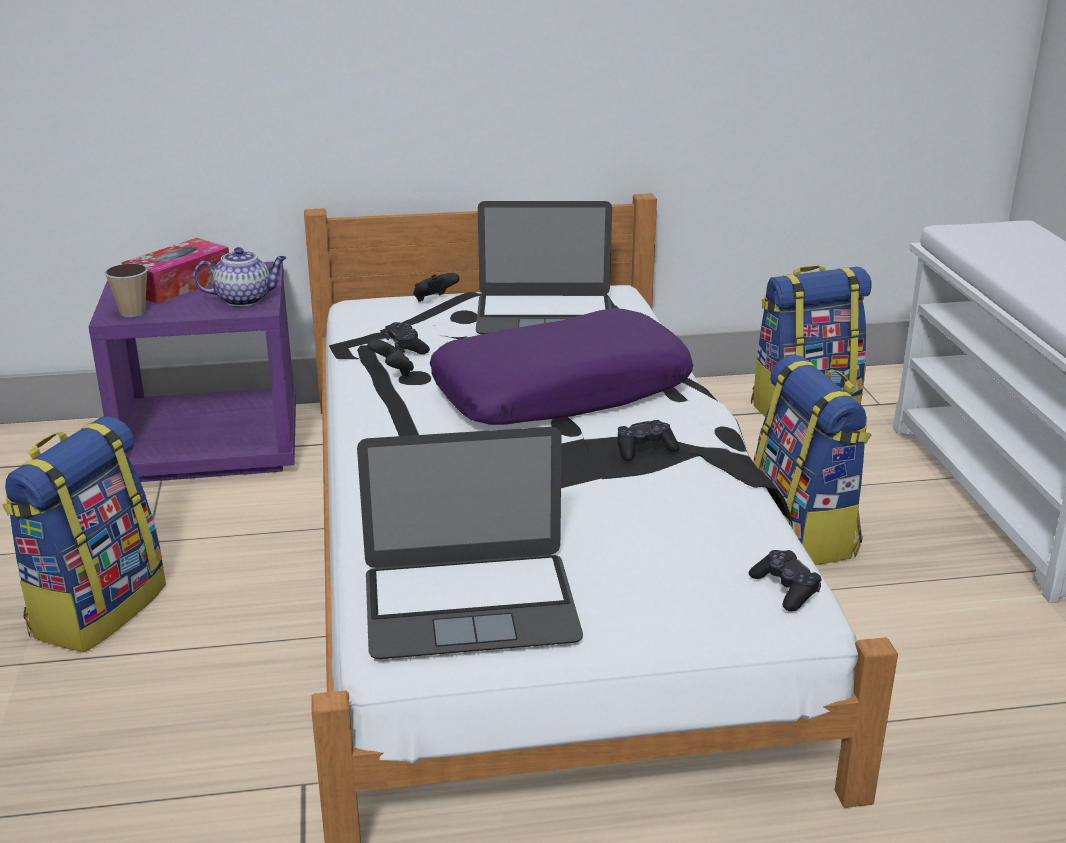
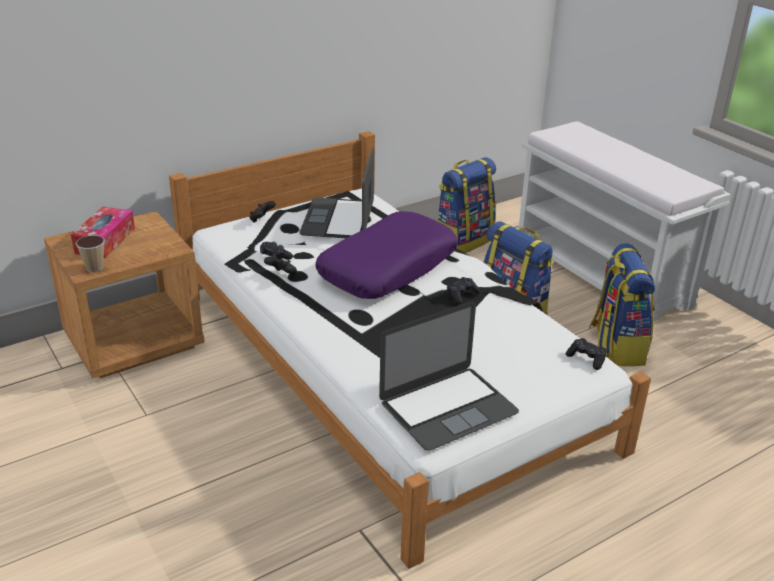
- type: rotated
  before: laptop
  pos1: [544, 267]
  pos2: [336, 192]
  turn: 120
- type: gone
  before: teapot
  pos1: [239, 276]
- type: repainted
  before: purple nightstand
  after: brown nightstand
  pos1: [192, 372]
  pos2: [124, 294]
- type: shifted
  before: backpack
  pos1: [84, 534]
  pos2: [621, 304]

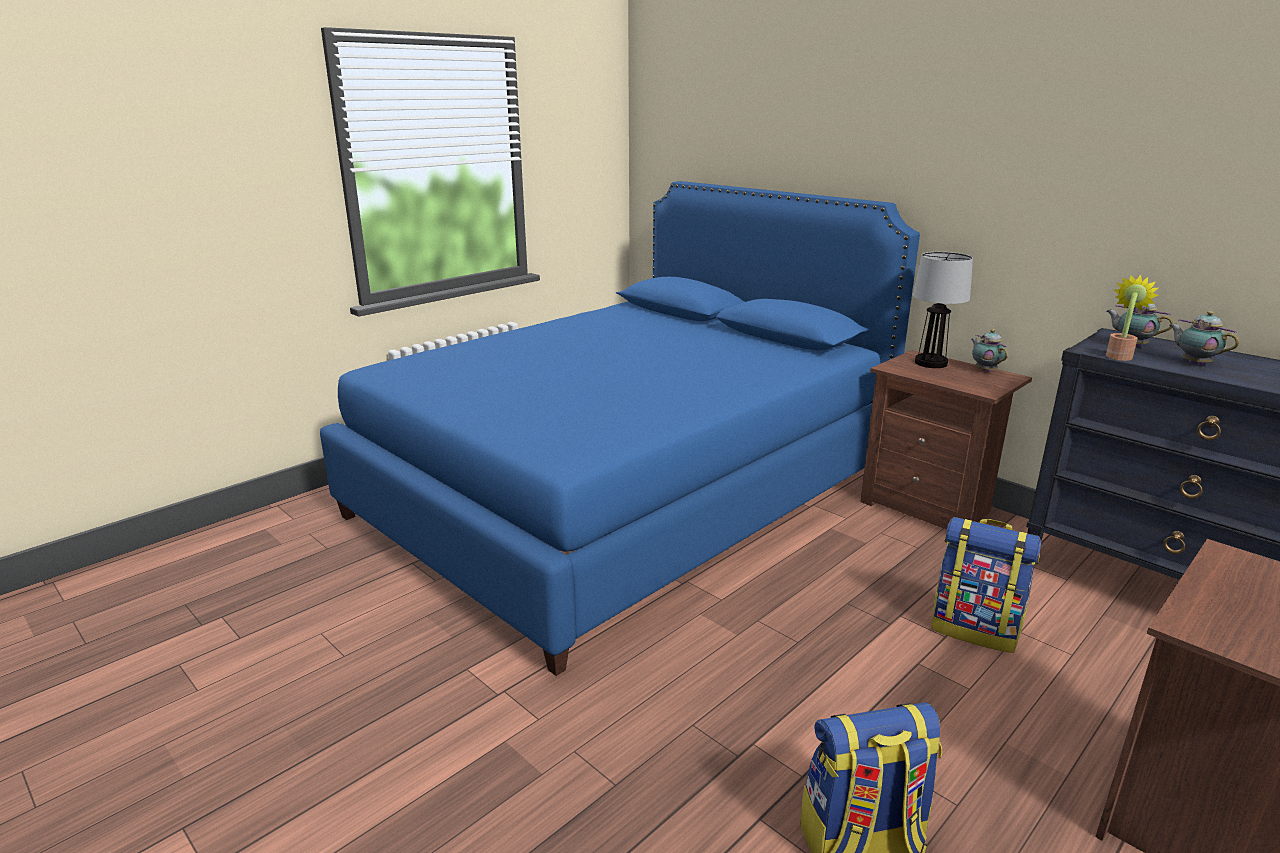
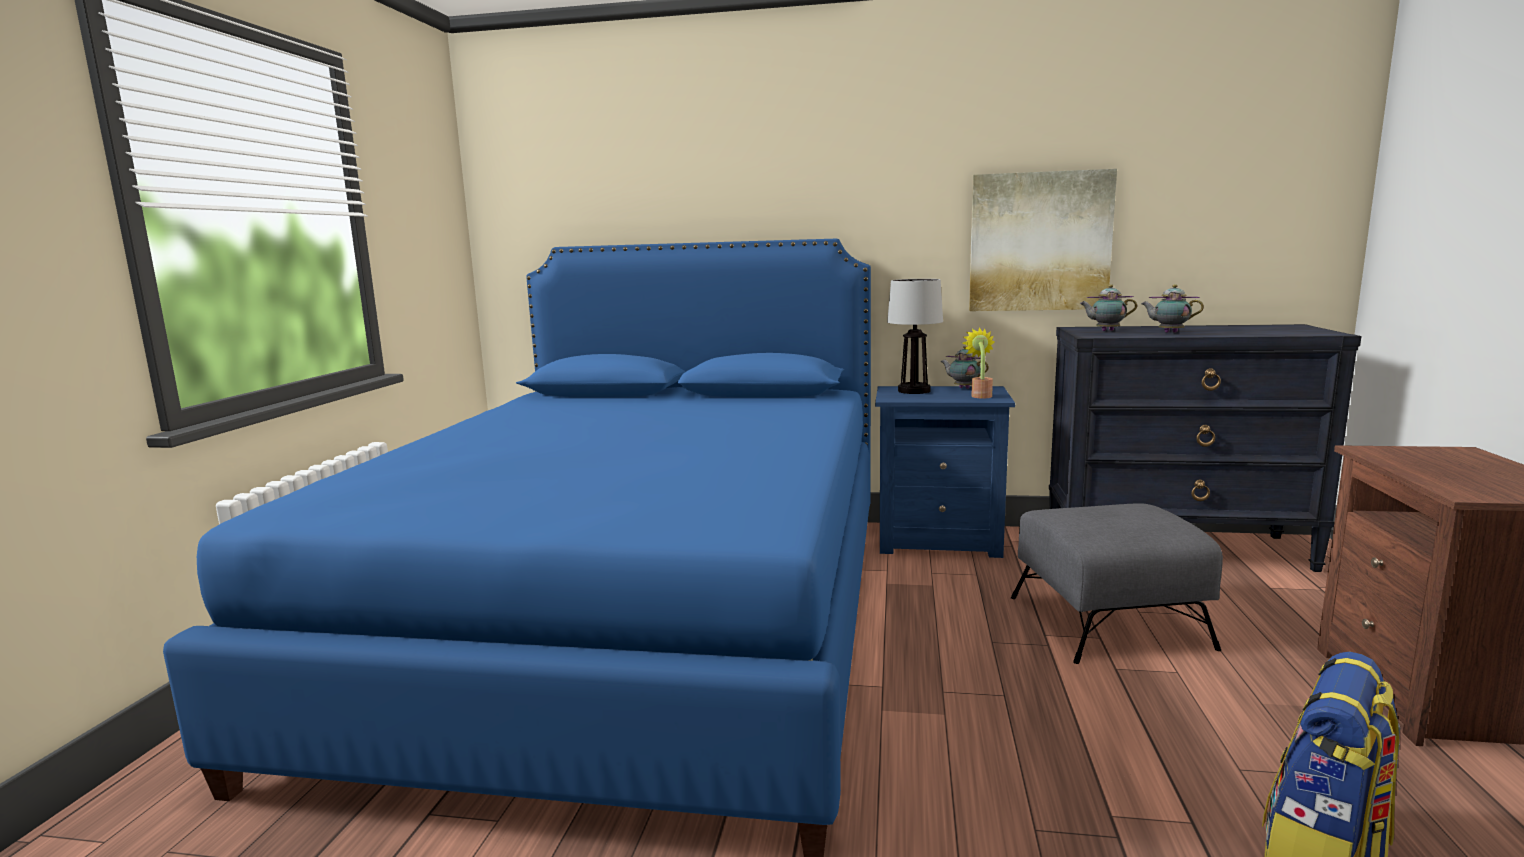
- type: shifted
  before: potted plant
  pos1: [1132, 318]
  pos2: [979, 362]
- type: repainted
  before: brown nightstand
  after: blue nightstand
  pos1: [946, 439]
  pos2: [945, 472]
- type: swapped
  before: backpack
  after: grey ottoman
  pos1: [986, 585]
  pos2: [1117, 583]
- type: new
  after: picture
  pos2: [1043, 240]

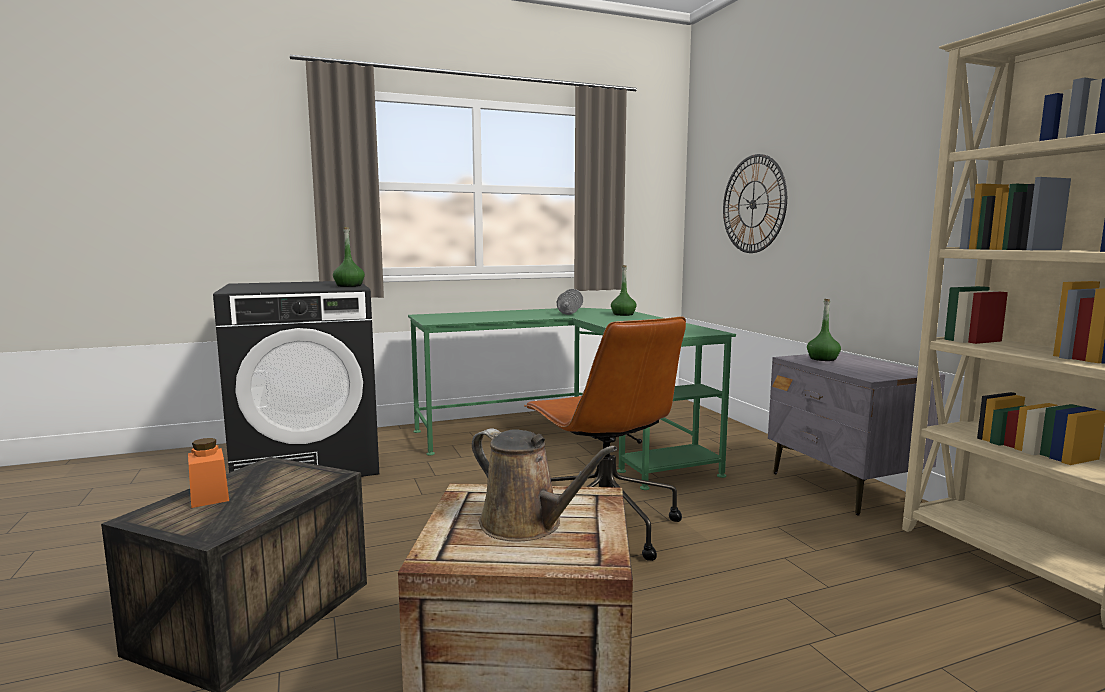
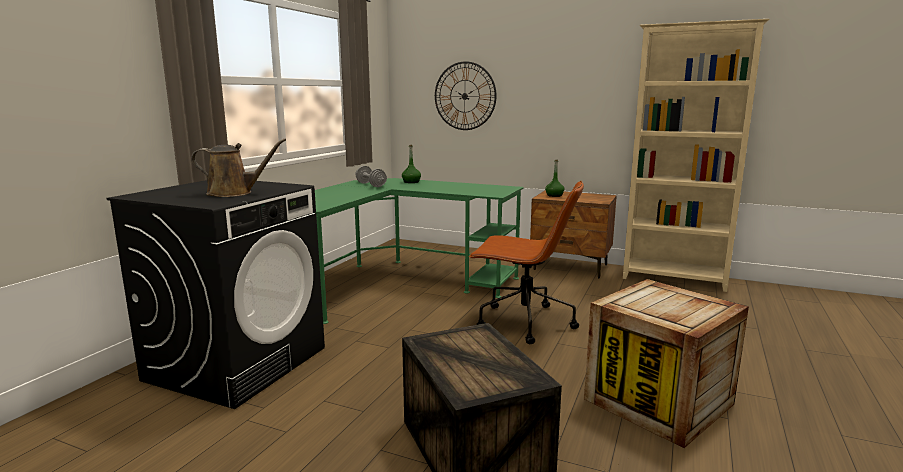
- type: gone
  before: green bottle
  pos1: [349, 257]
- type: repainted
  before: grey nightstand
  after: brown nightstand
  pos1: [856, 434]
  pos2: [573, 234]
- type: shifted
  before: brown watering can
  pos1: [544, 485]
  pos2: [238, 167]
- type: gone
  before: orange jar
  pos1: [208, 473]

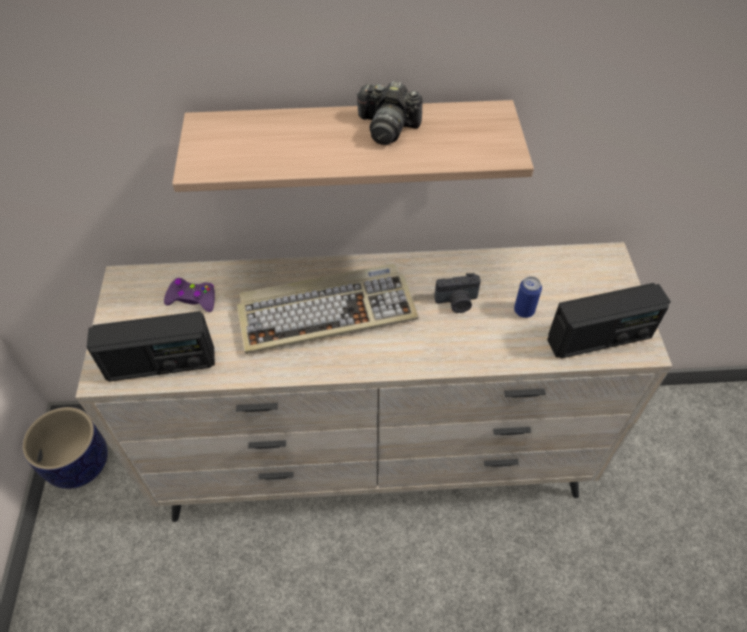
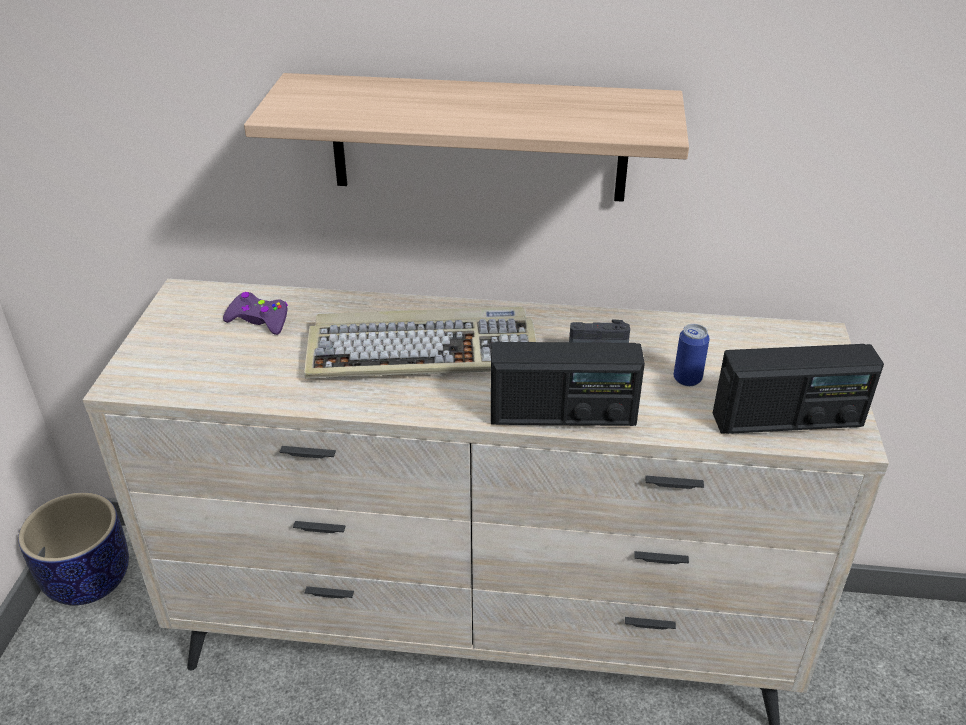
- type: gone
  before: photo camera
  pos1: [389, 113]
- type: shifted
  before: radio
  pos1: [151, 346]
  pos2: [568, 384]

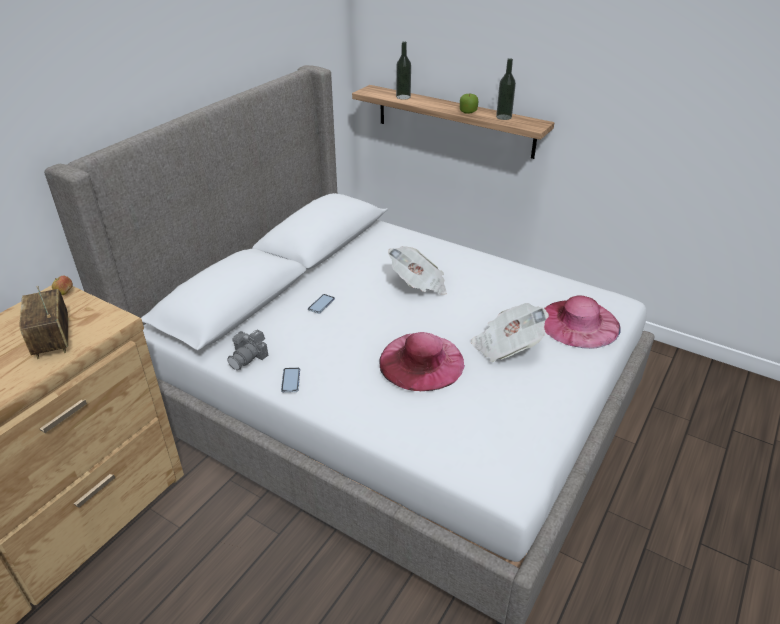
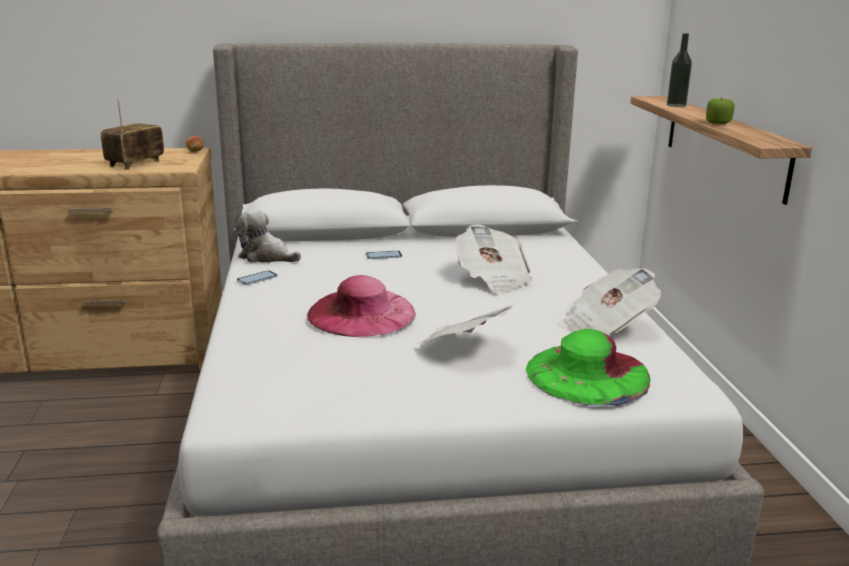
- type: gone
  before: bottle
  pos1: [506, 89]
- type: repainted
  before: pink hat
  after: green hat
  pos1: [582, 322]
  pos2: [587, 367]
- type: swapped
  before: photo camera
  after: plush toy
  pos1: [248, 350]
  pos2: [268, 236]
- type: new
  after: newspaper
  pos2: [610, 301]

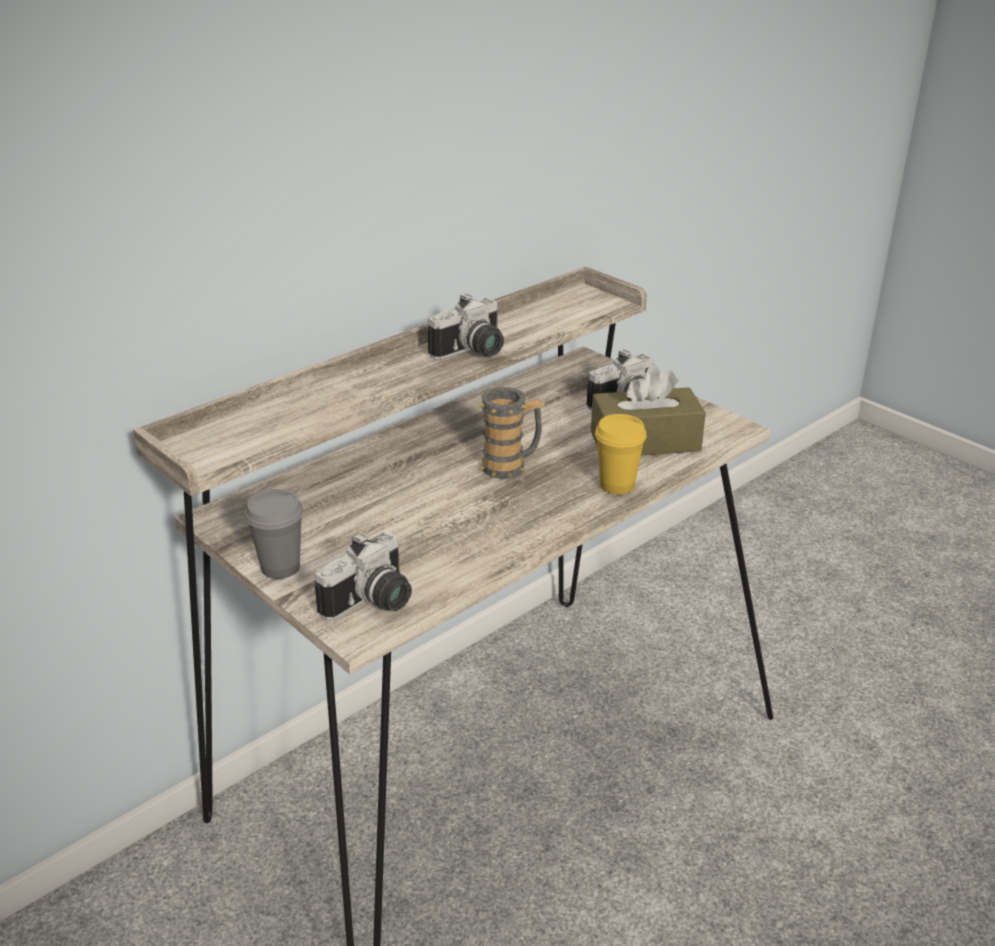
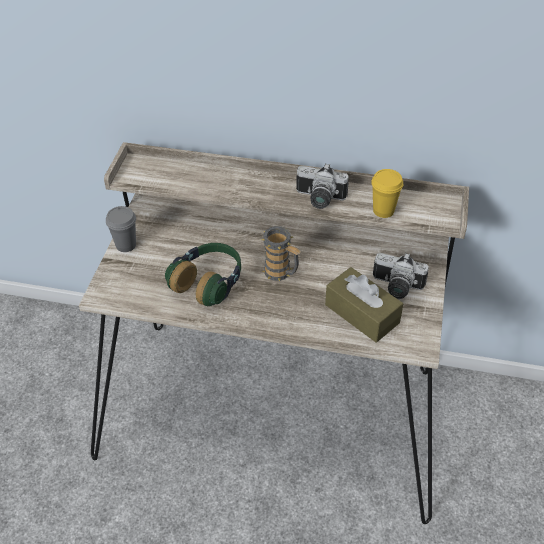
- type: shifted
  before: yellow cup
  pos1: [621, 454]
  pos2: [387, 193]
- type: gone
  before: photo camera
  pos1: [363, 576]
- type: new
  after: headphones
  pos2: [203, 274]

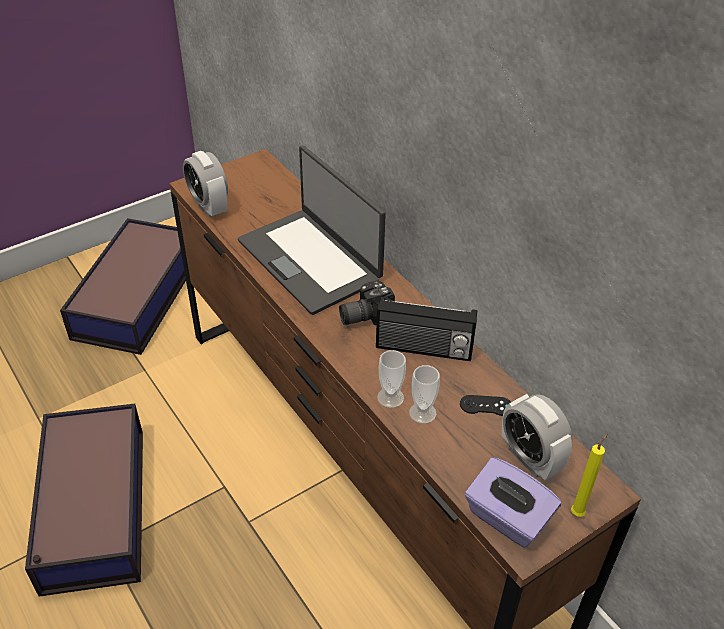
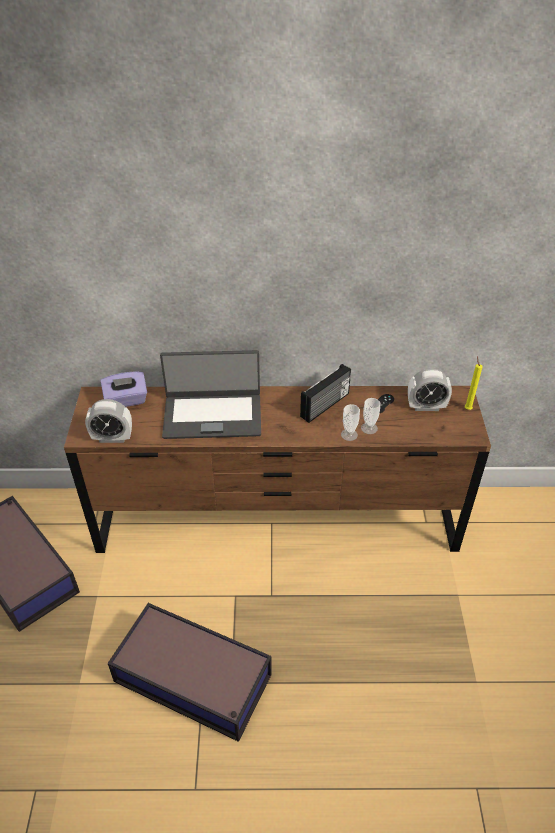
- type: gone
  before: photo camera
  pos1: [367, 302]
- type: shifted
  before: purple tissue box
  pos1: [513, 502]
  pos2: [123, 389]

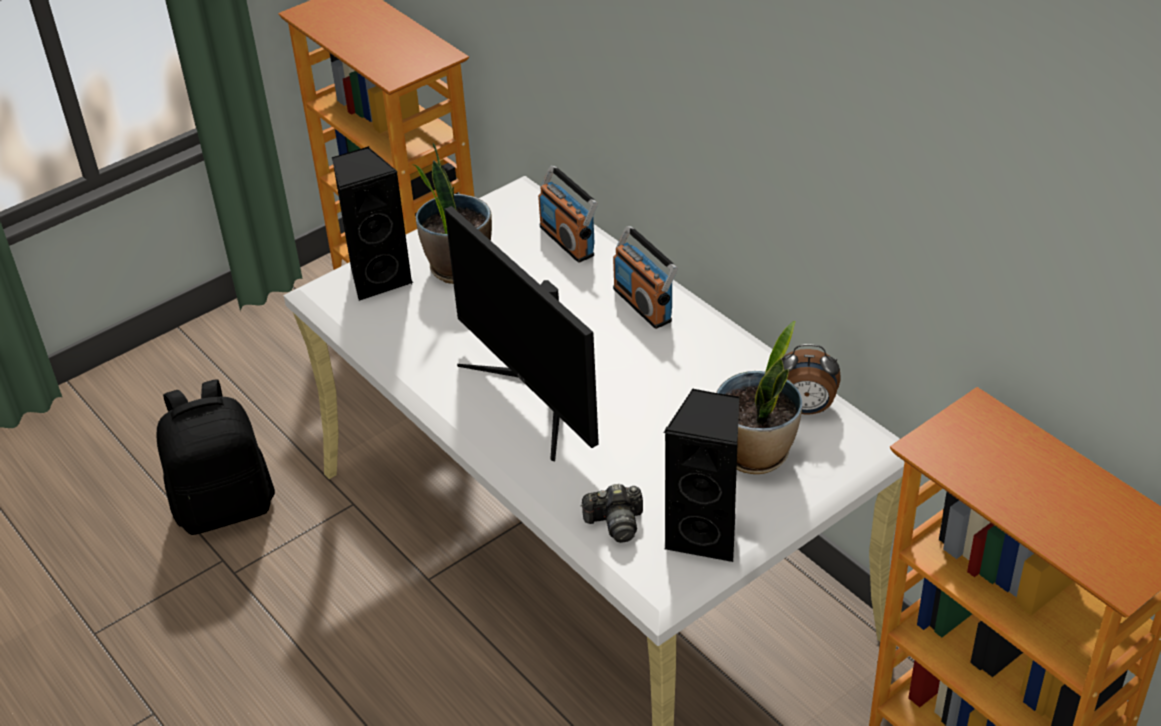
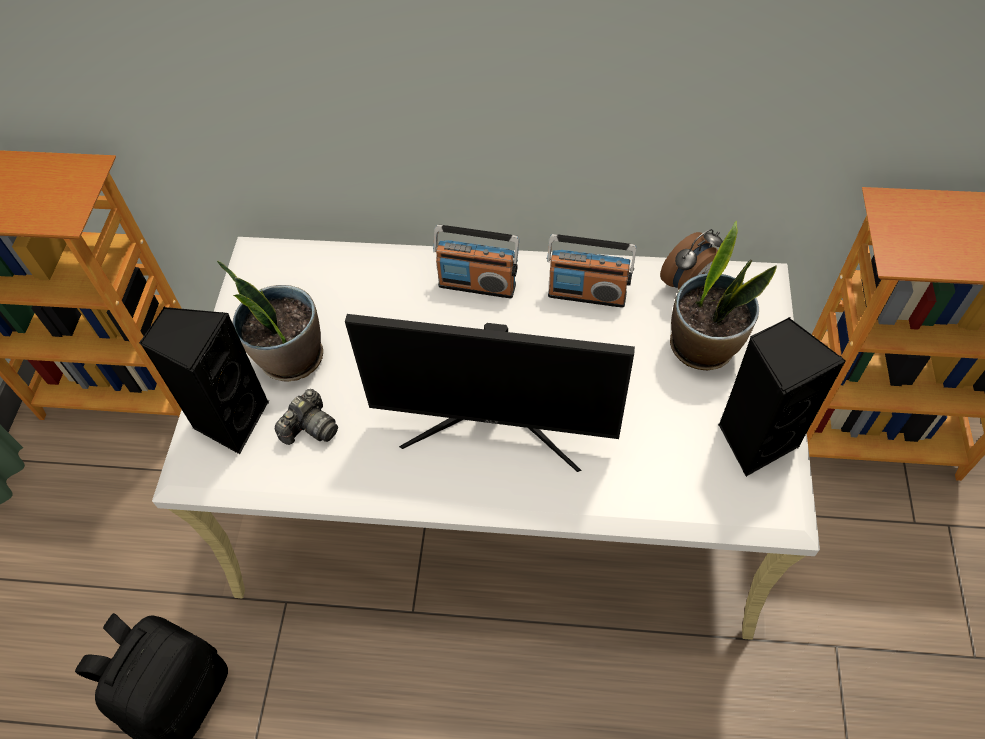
- type: shifted
  before: radio
  pos1: [568, 214]
  pos2: [591, 271]
- type: shifted
  before: photo camera
  pos1: [611, 513]
  pos2: [306, 417]

